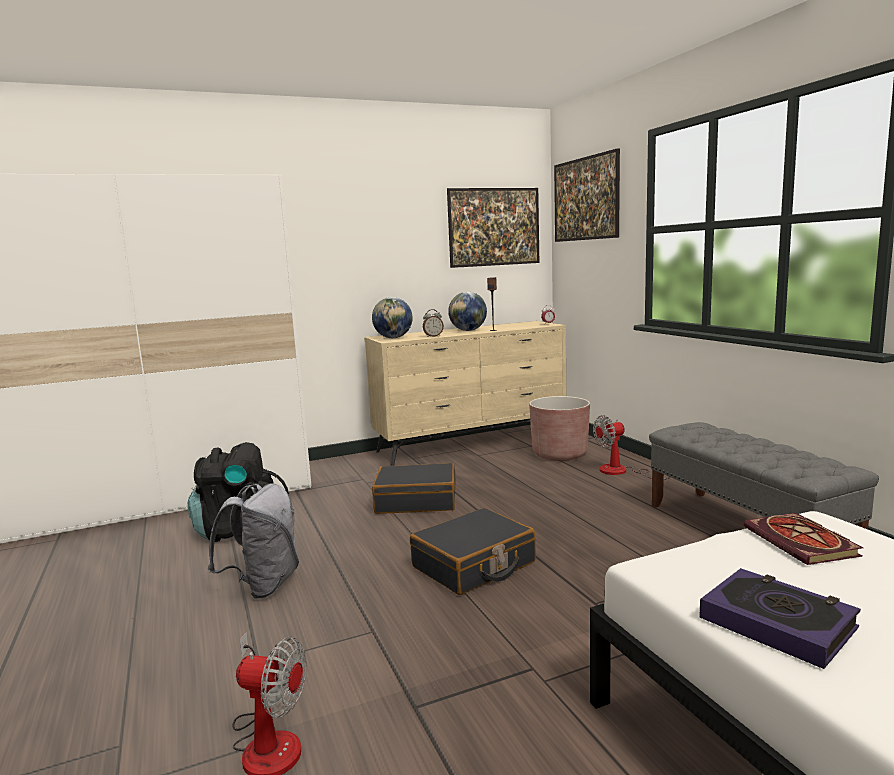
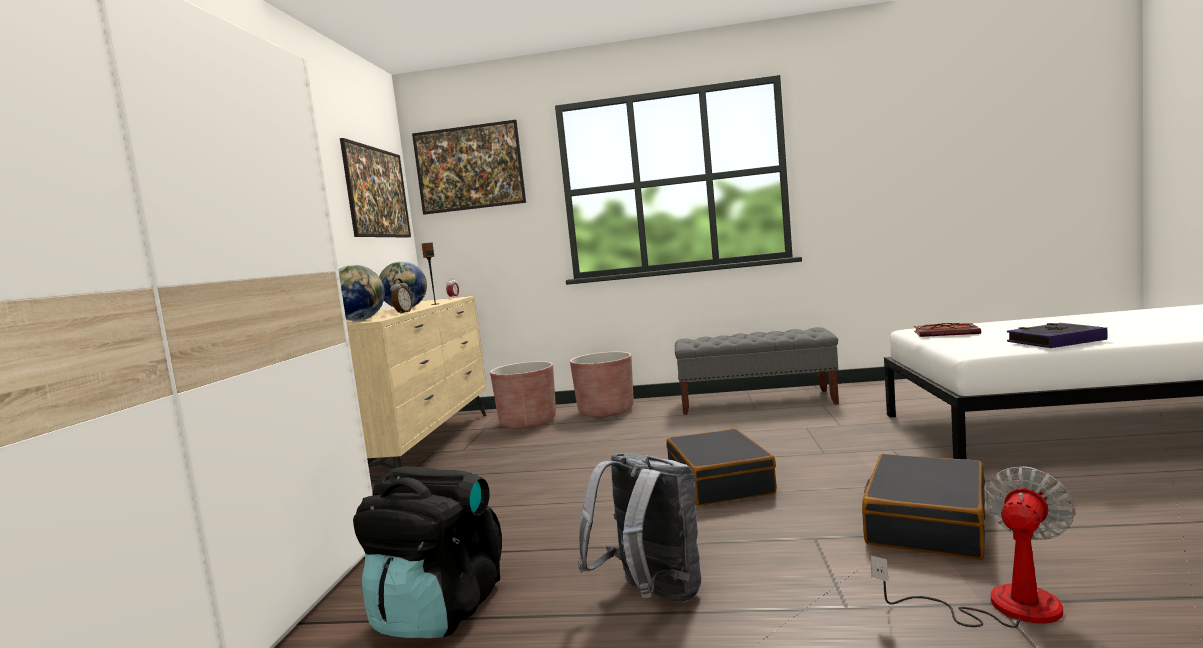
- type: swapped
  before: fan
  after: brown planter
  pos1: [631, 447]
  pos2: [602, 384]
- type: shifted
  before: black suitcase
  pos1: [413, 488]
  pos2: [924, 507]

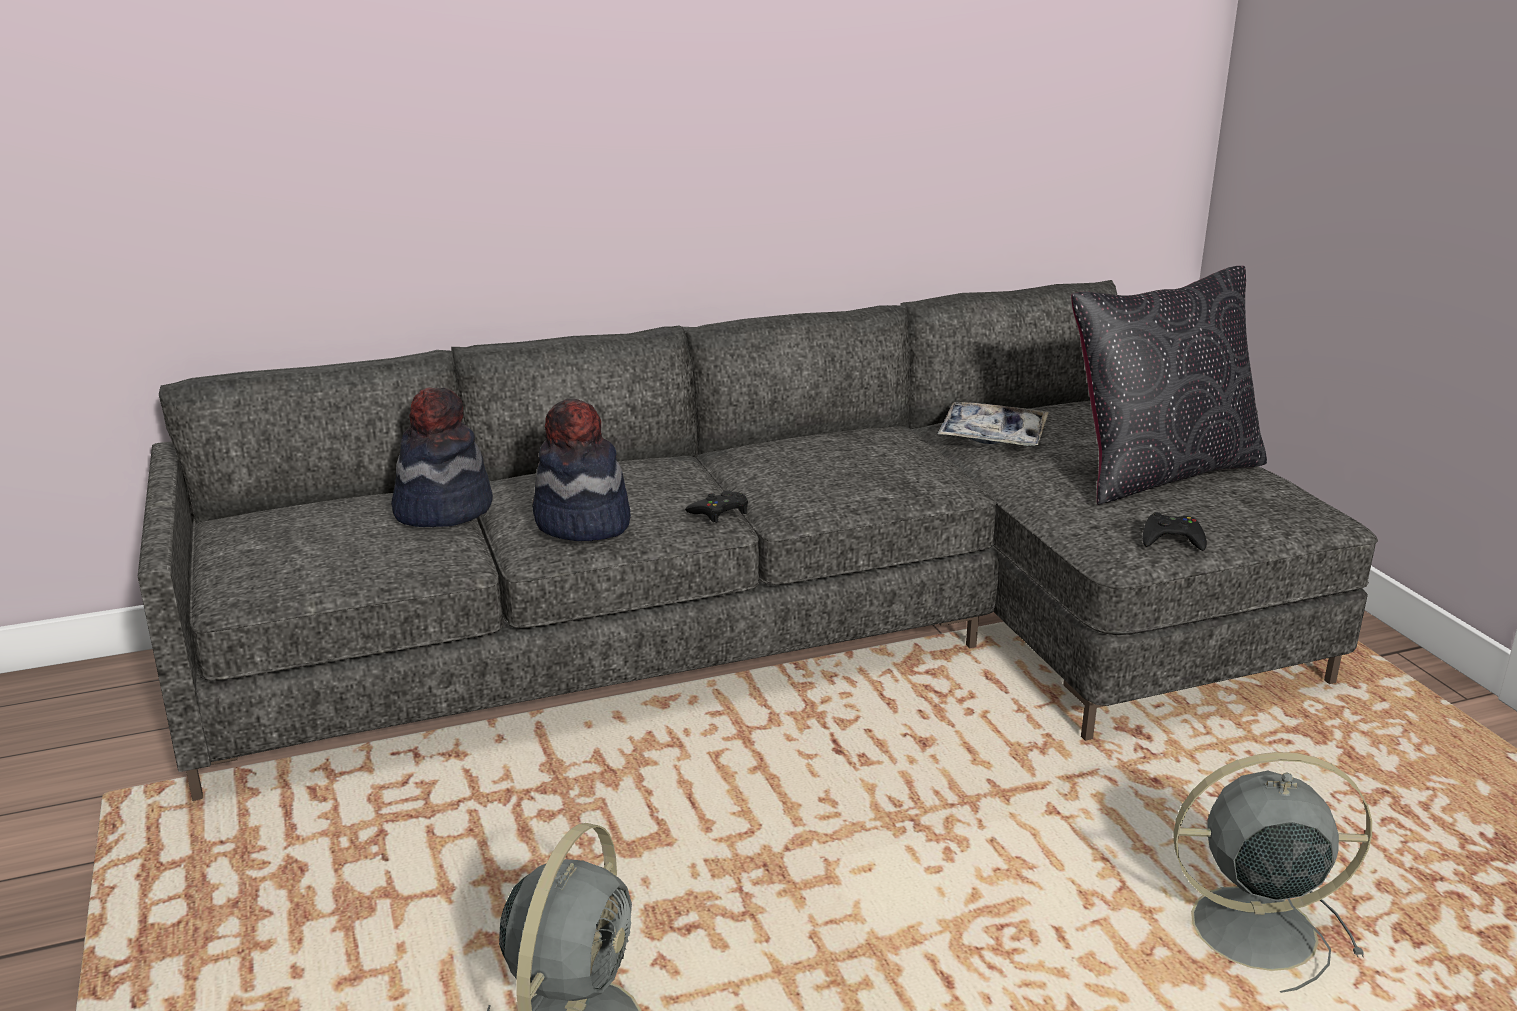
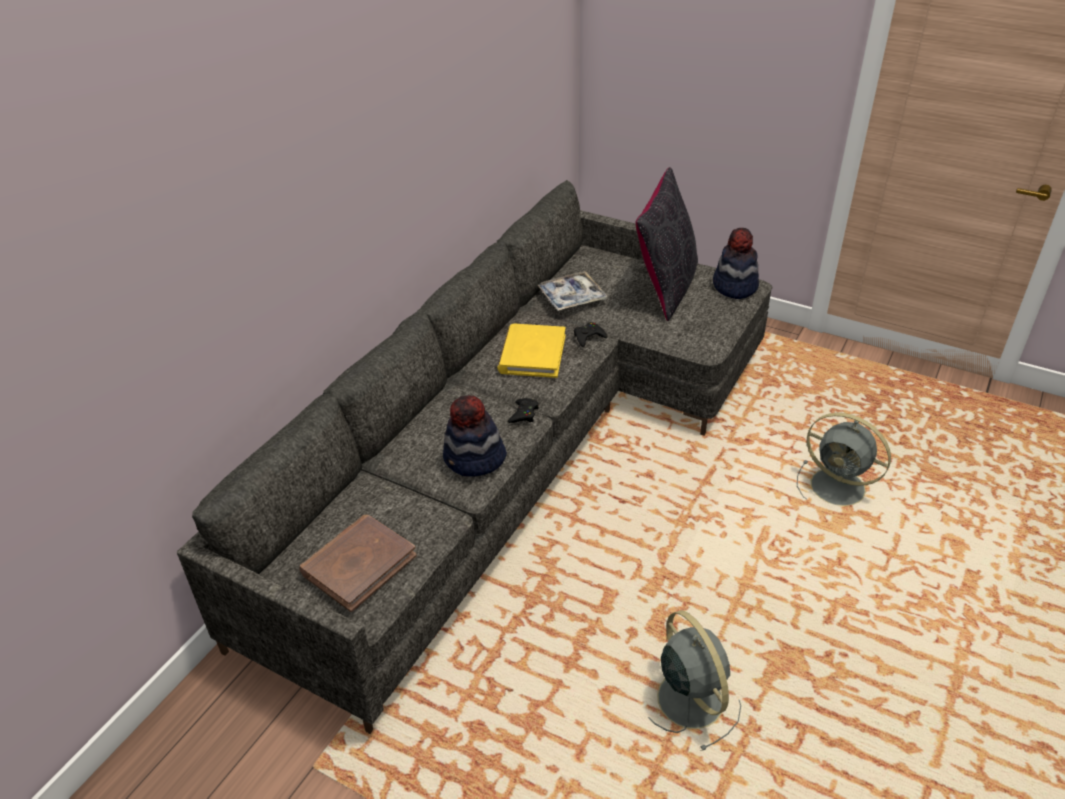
- type: shifted
  before: hat
  pos1: [442, 457]
  pos2: [736, 263]
- type: shifted
  before: black game controller
  pos1: [1174, 531]
  pos2: [590, 334]
- type: rotated
  before: grey fan
  pos1: [1272, 872]
  pos2: [844, 459]
  turn: -105
- type: new
  after: yellow book
  pos2: [532, 351]
- type: new
  after: brown book
  pos2: [358, 563]

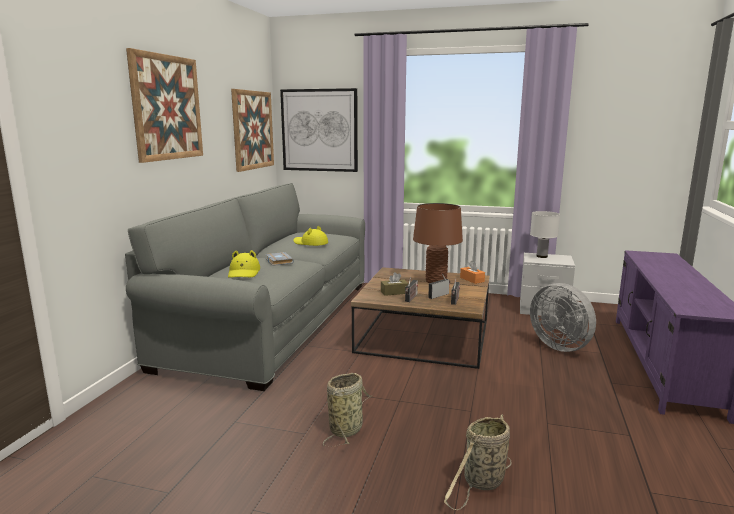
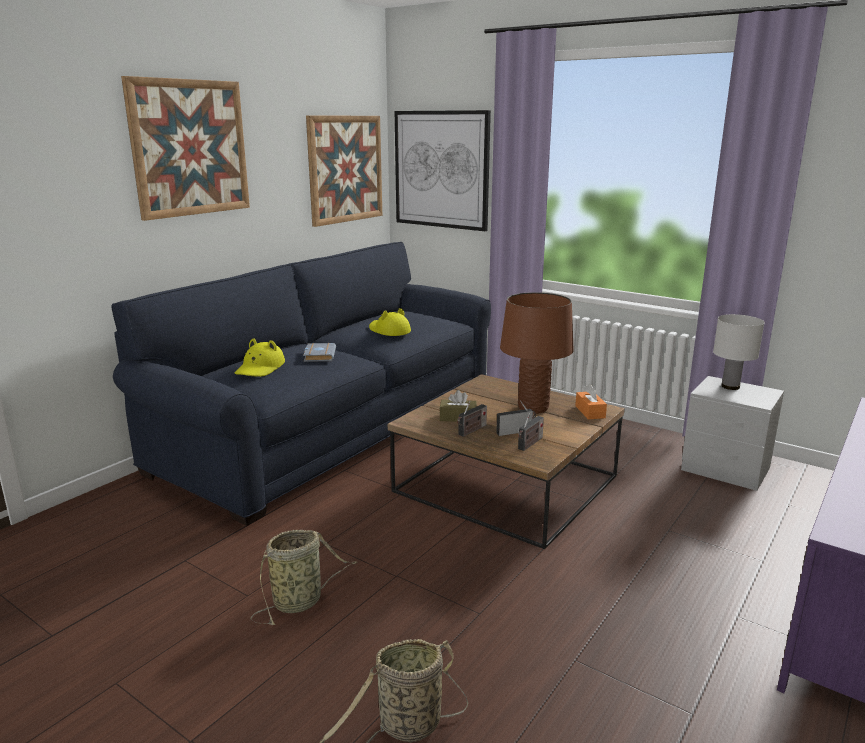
- type: repainted
  before: grey sofa
  after: blue sofa
  pos1: [245, 287]
  pos2: [301, 384]
- type: gone
  before: grey fan
  pos1: [563, 317]

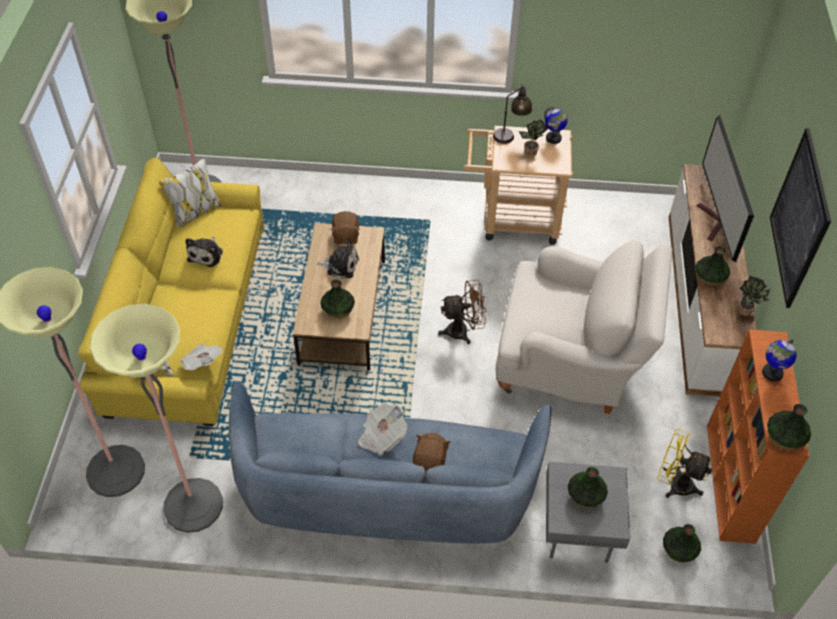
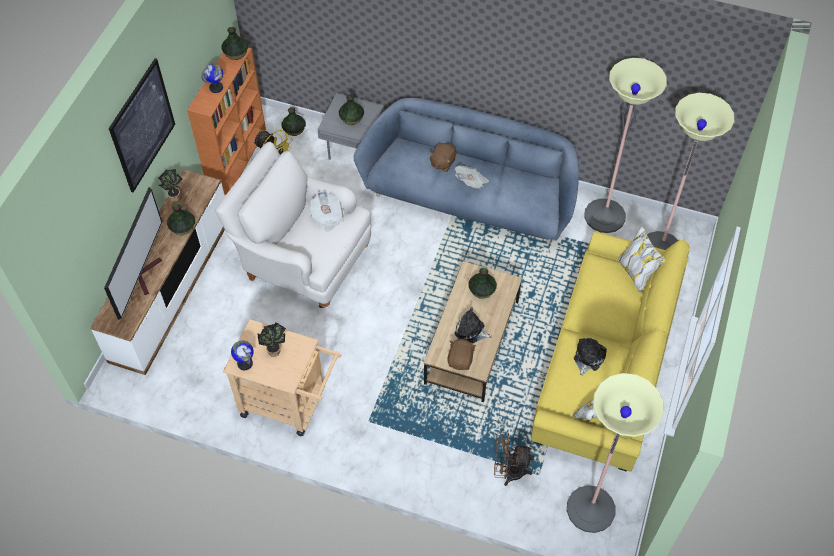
- type: gone
  before: table lamp
  pos1: [512, 114]
- type: shifted
  before: brown fan
  pos1: [462, 312]
  pos2: [514, 459]
- type: shifted
  before: newspaper
  pos1: [201, 357]
  pos2: [327, 211]

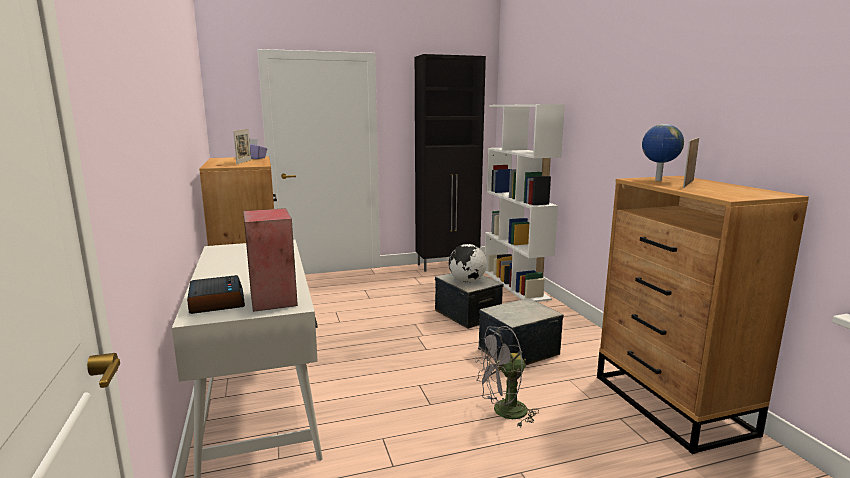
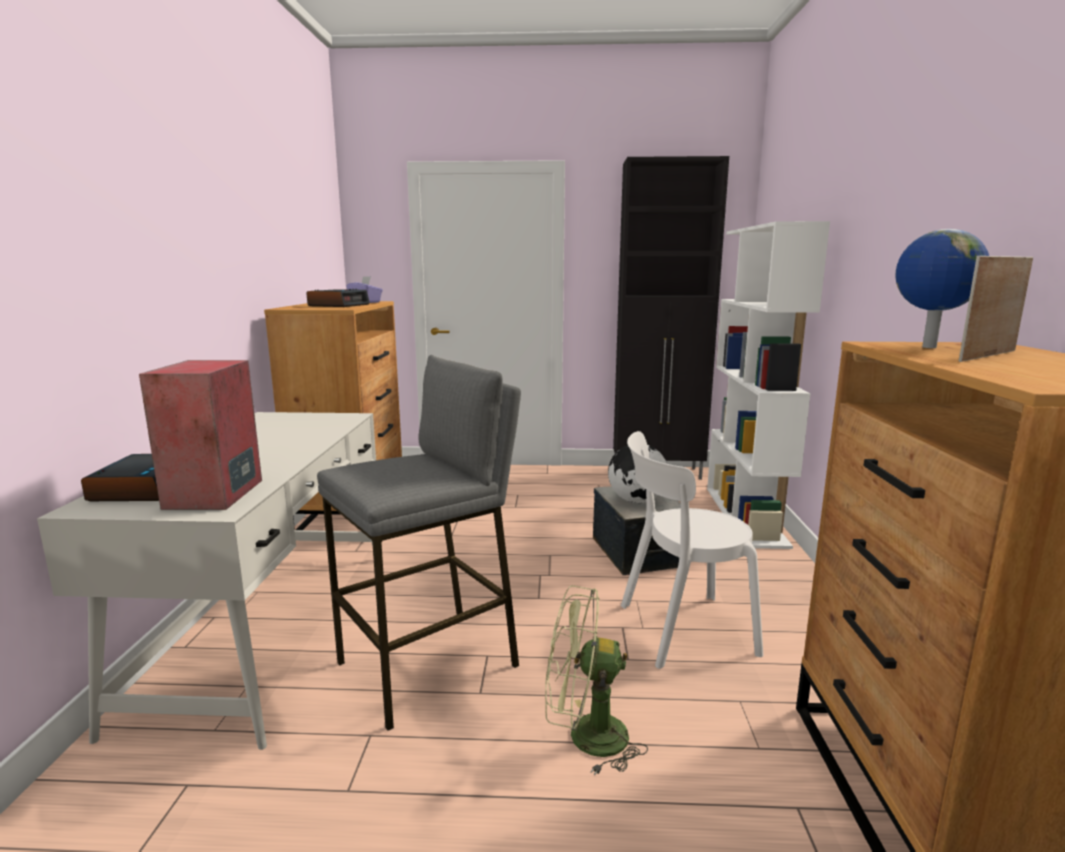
- type: swapped
  before: picture frame
  after: alarm clock
  pos1: [242, 147]
  pos2: [338, 298]
- type: swapped
  before: storage box
  after: white chair
  pos1: [521, 331]
  pos2: [692, 550]
- type: repainted
  before: grey fan
  after: green fan
  pos1: [507, 376]
  pos2: [596, 680]
- type: new
  after: grey stool
  pos2: [419, 543]

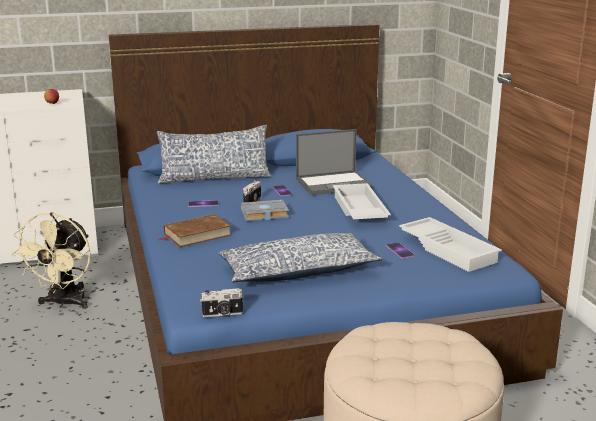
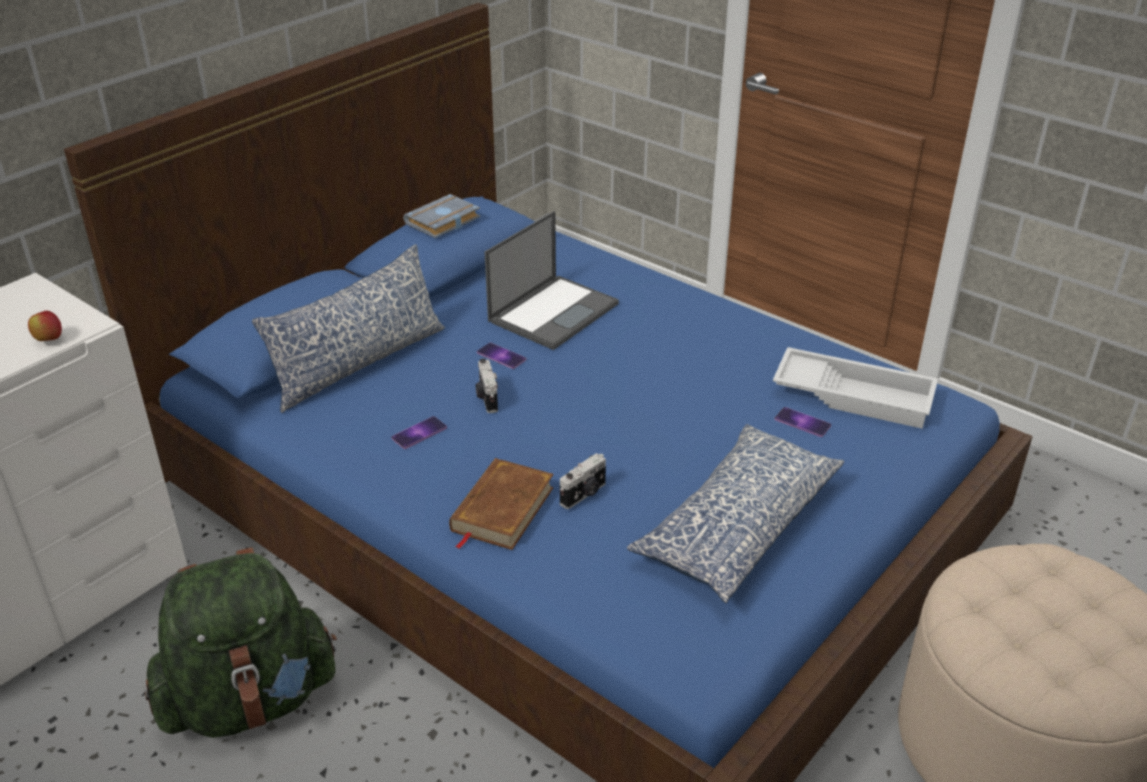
- type: gone
  before: white tray
  pos1: [362, 201]
- type: shifted
  before: grey book
  pos1: [265, 210]
  pos2: [442, 216]
- type: swapped
  before: beige fan
  after: green backpack
  pos1: [51, 260]
  pos2: [240, 642]
- type: shifted
  before: photo camera
  pos1: [222, 302]
  pos2: [583, 481]

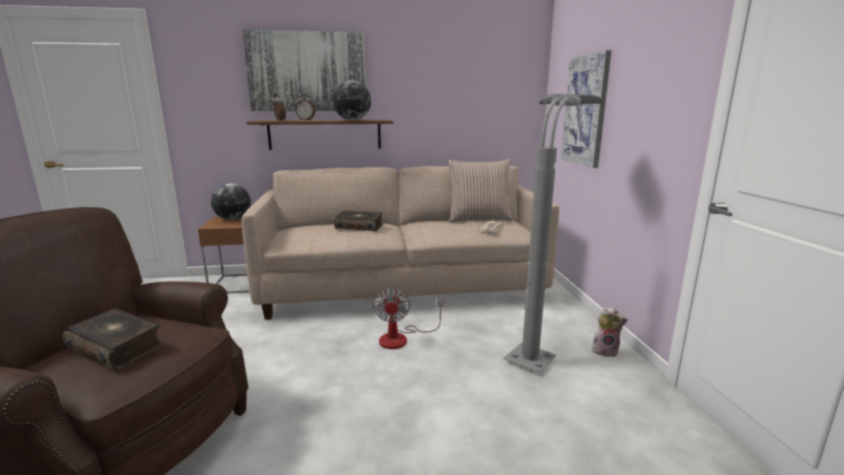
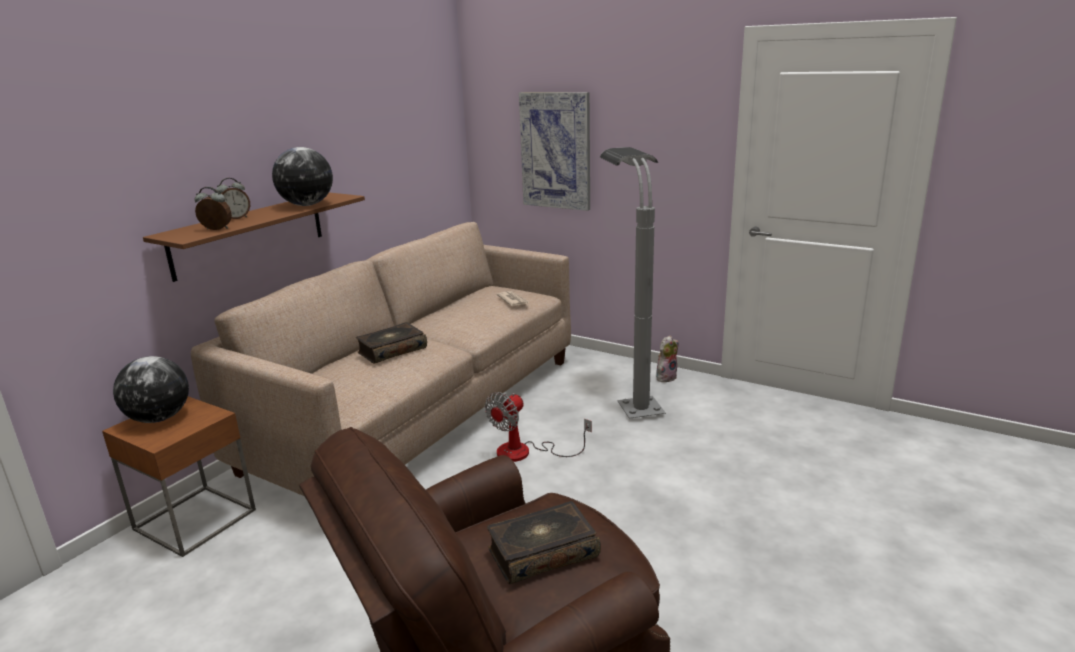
- type: gone
  before: picture
  pos1: [304, 70]
- type: gone
  before: pillow
  pos1: [480, 190]
- type: rotated
  before: fan
  pos1: [408, 318]
  pos2: [538, 427]
  turn: 90

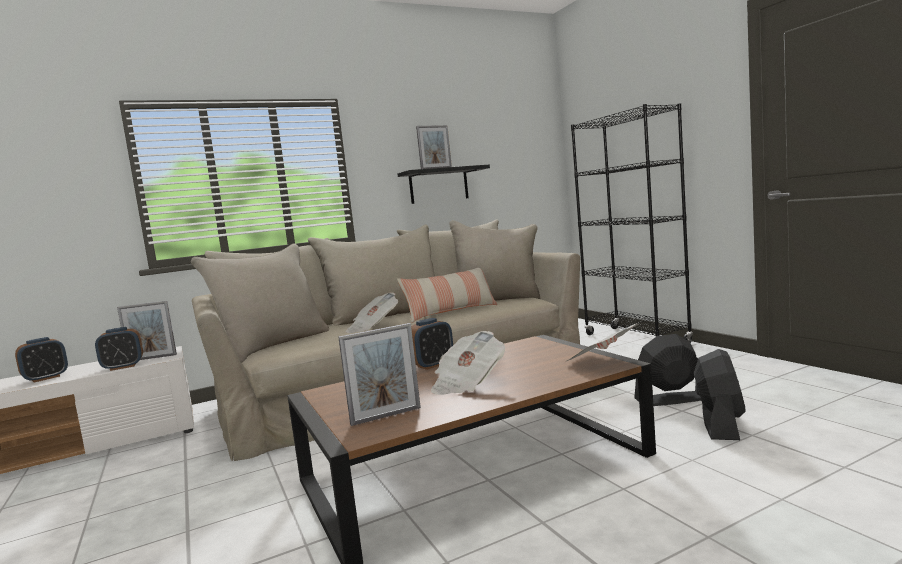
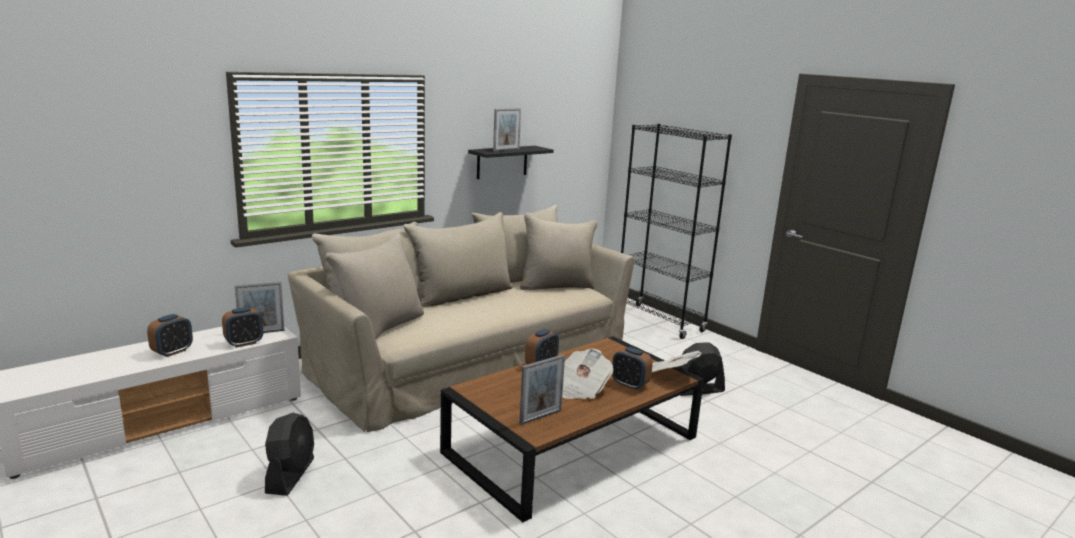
- type: gone
  before: pillow
  pos1: [447, 295]
- type: gone
  before: newspaper
  pos1: [371, 312]
- type: shifted
  before: black fan
  pos1: [719, 394]
  pos2: [289, 454]
- type: new
  after: alarm clock
  pos2: [632, 368]

